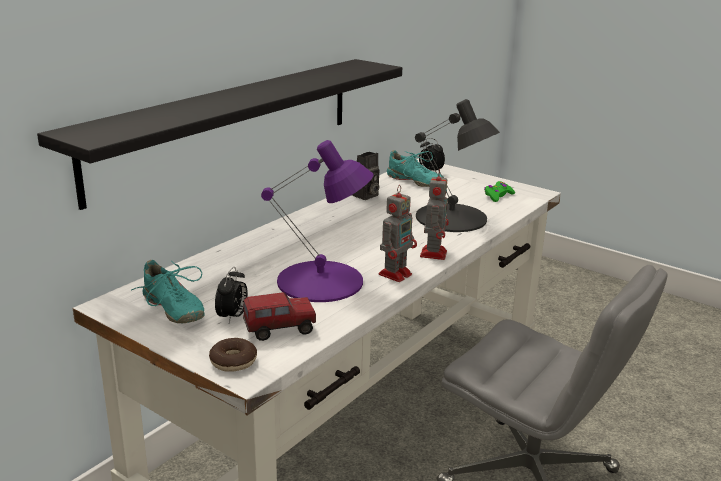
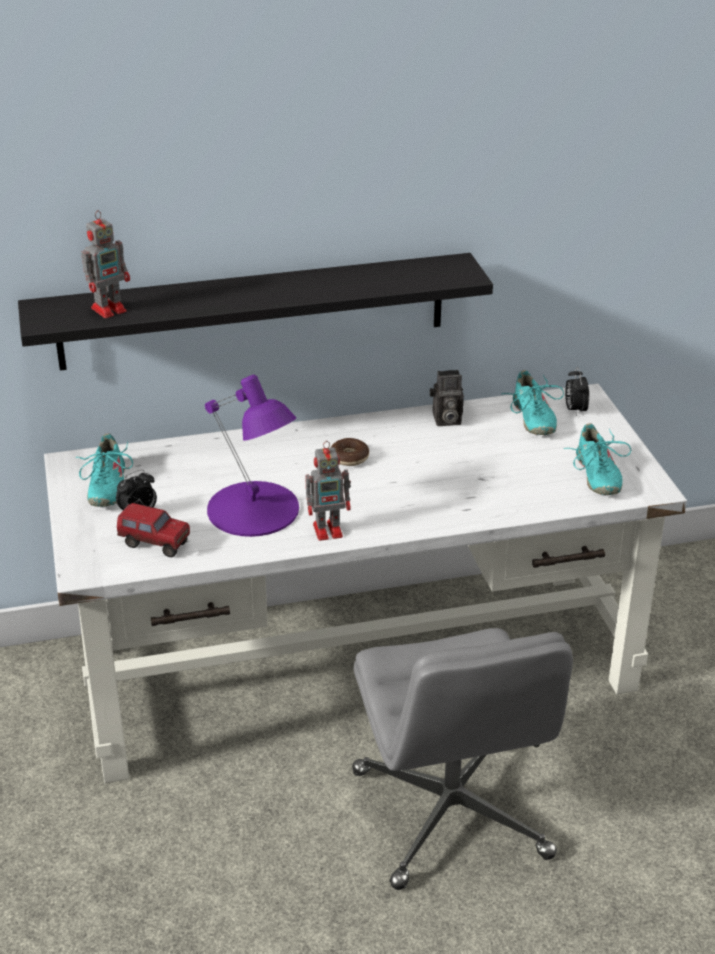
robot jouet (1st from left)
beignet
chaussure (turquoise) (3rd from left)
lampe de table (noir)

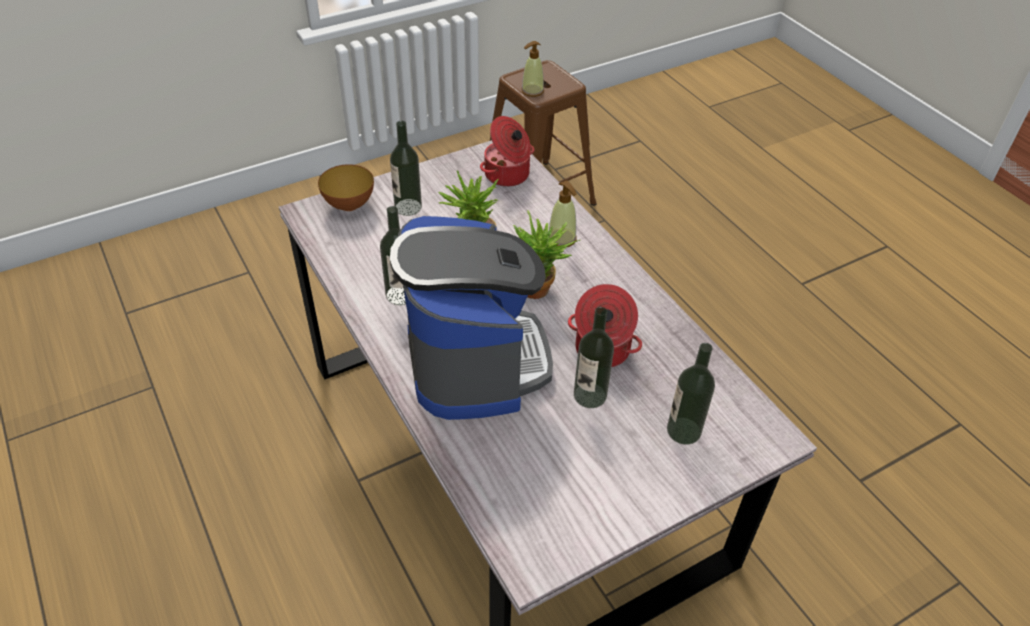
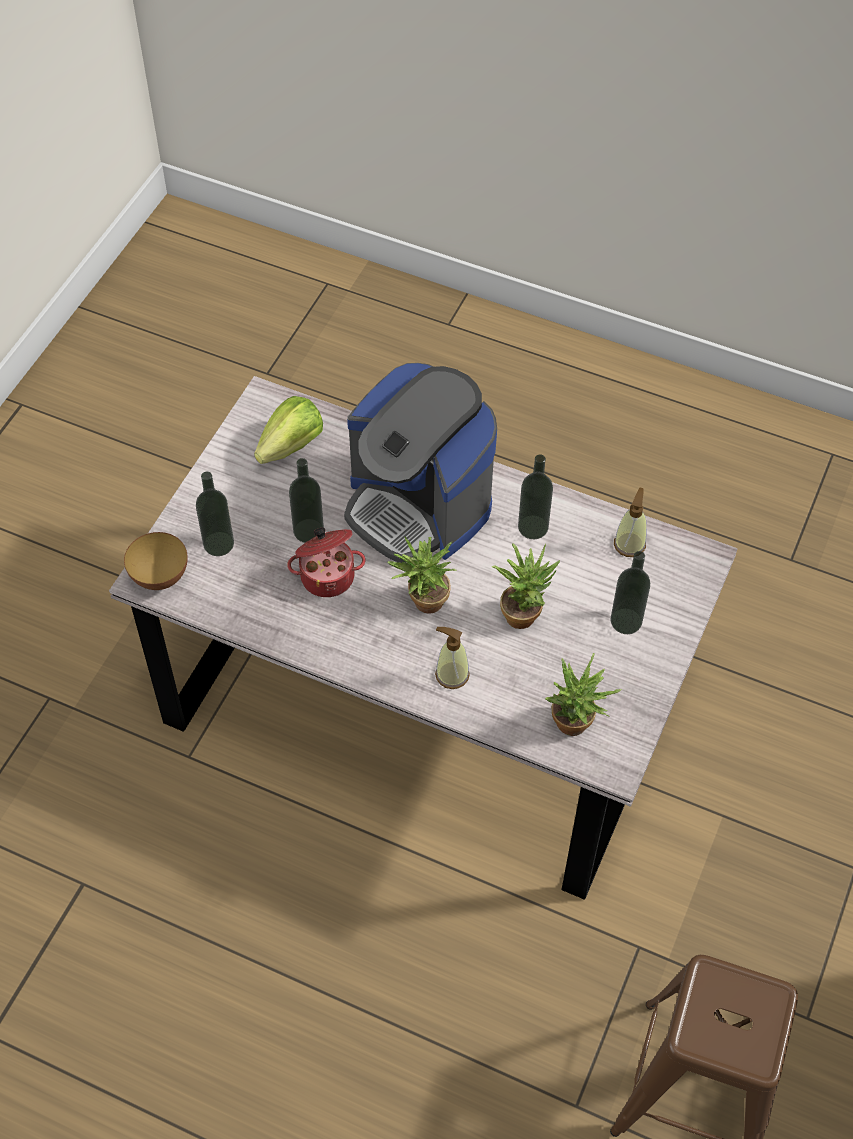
bol
laitue
plante en pot (3rd from left)
distributeur de savon (2nd from left)

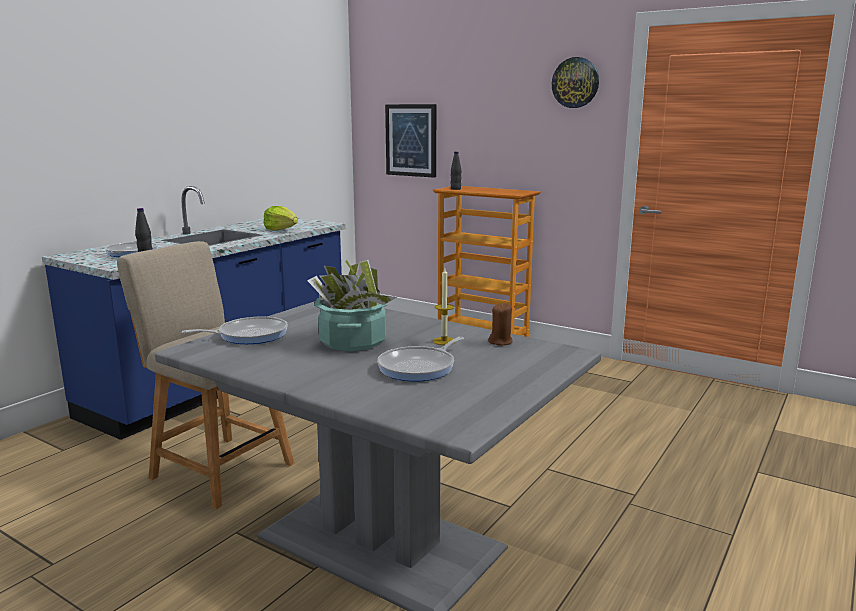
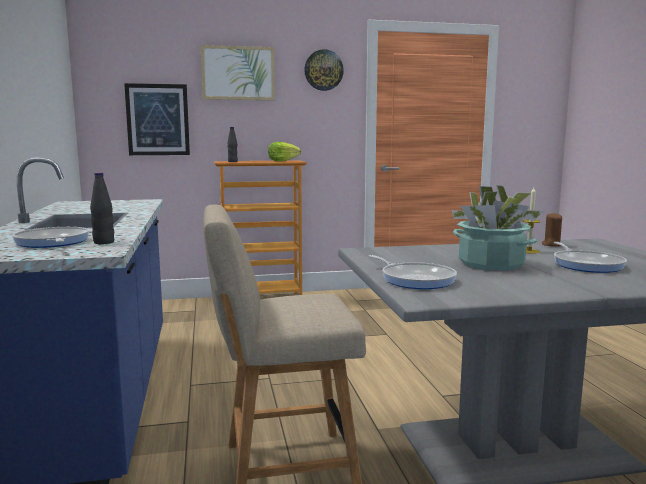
tableau (2nd from left)
laitue
poêle (2nd from left)

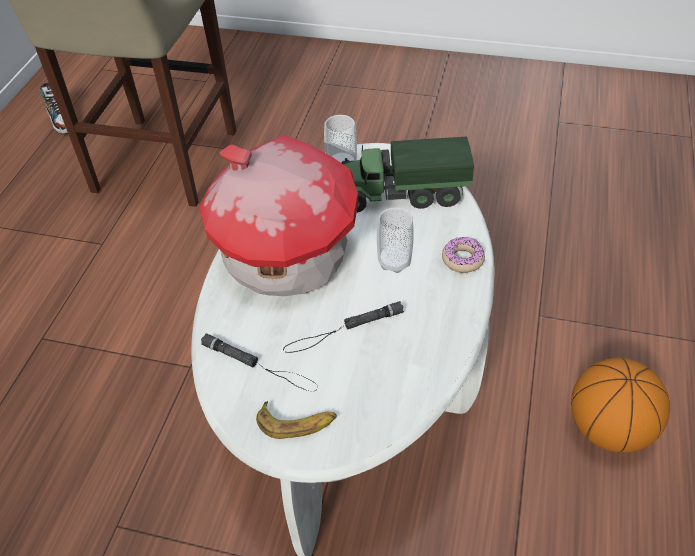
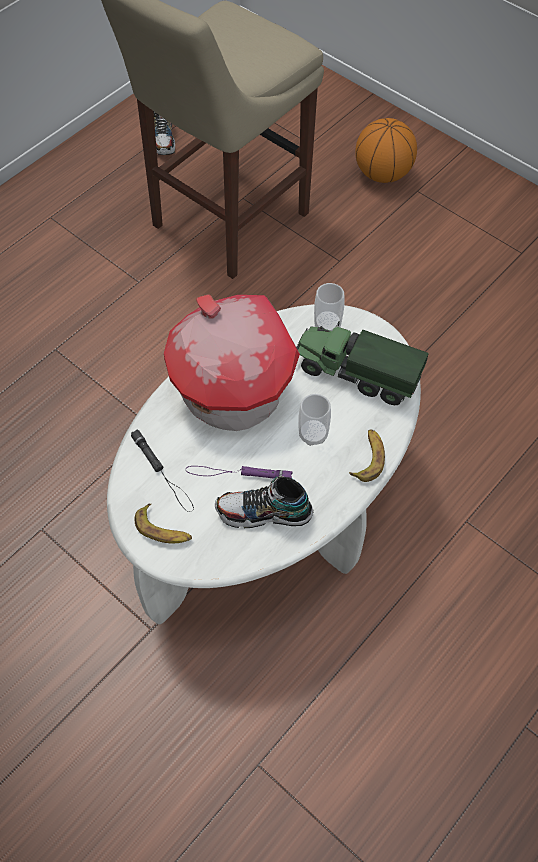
lampe de poche (violet)
chaussure (2nd from left)
banane (2nd from left)
ballon de basket

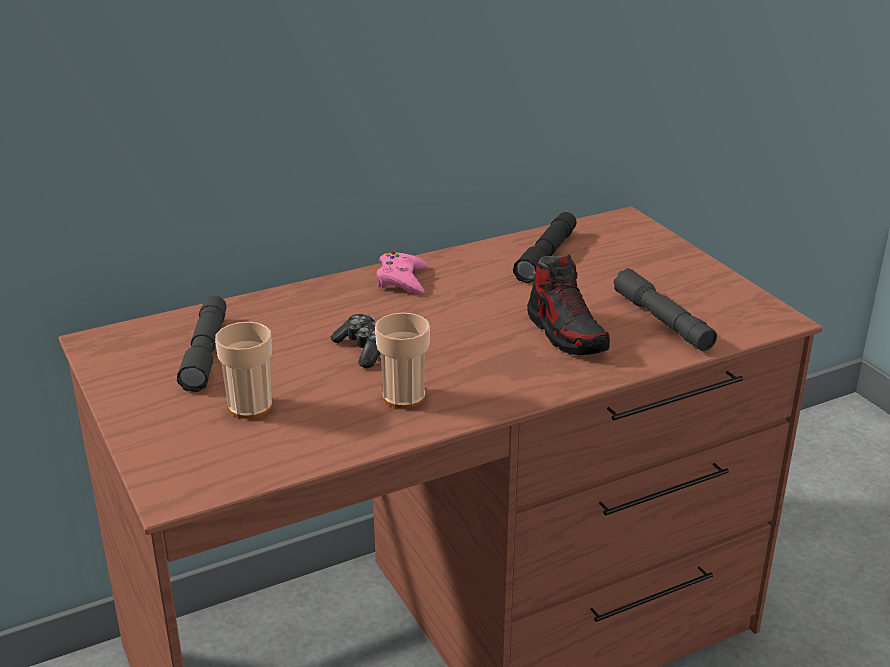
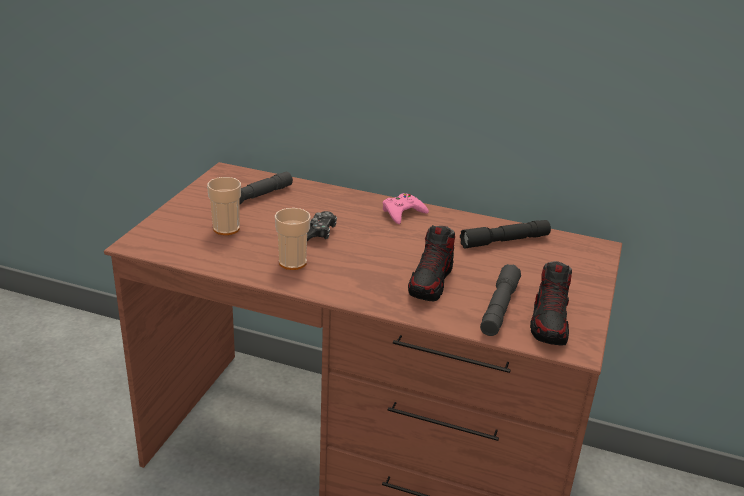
chaussure (2nd from left)

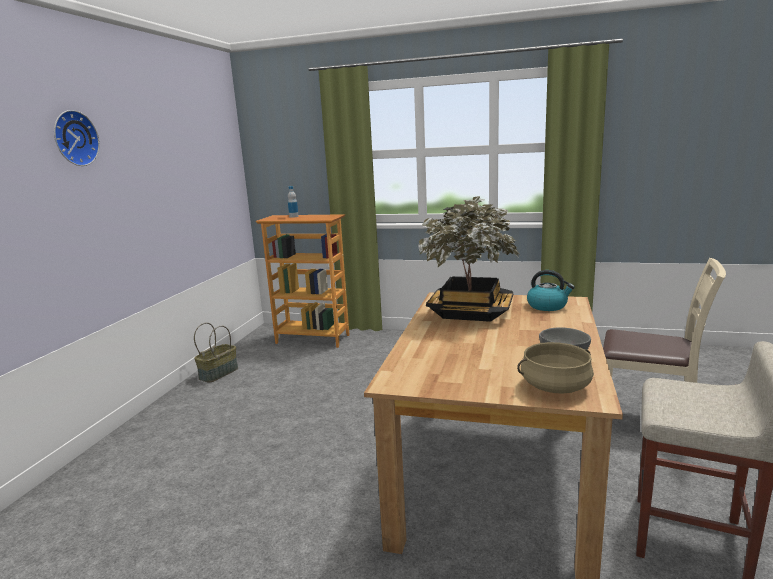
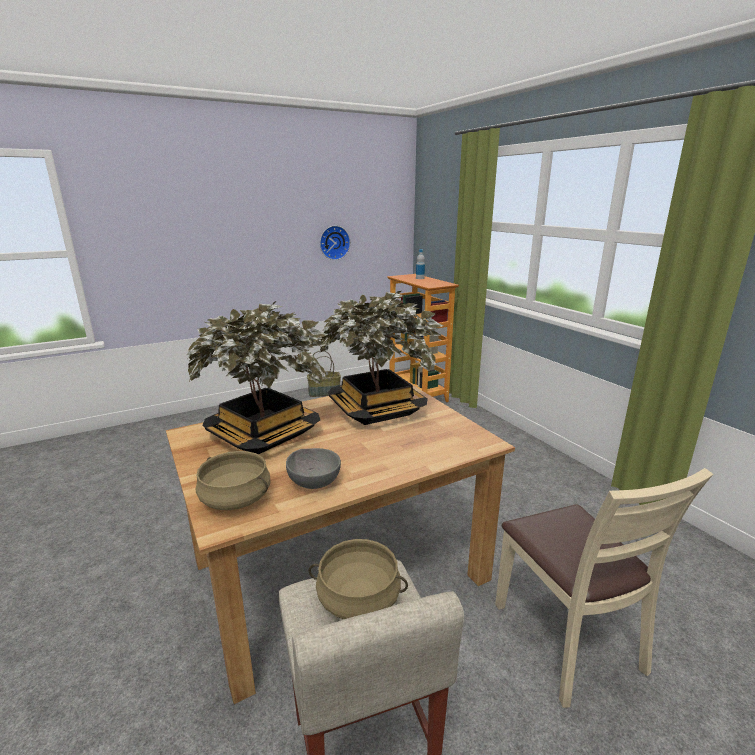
plante en pot (1st from left)
marmite (beige) (2nd from left)
horloge murale
bouilloire

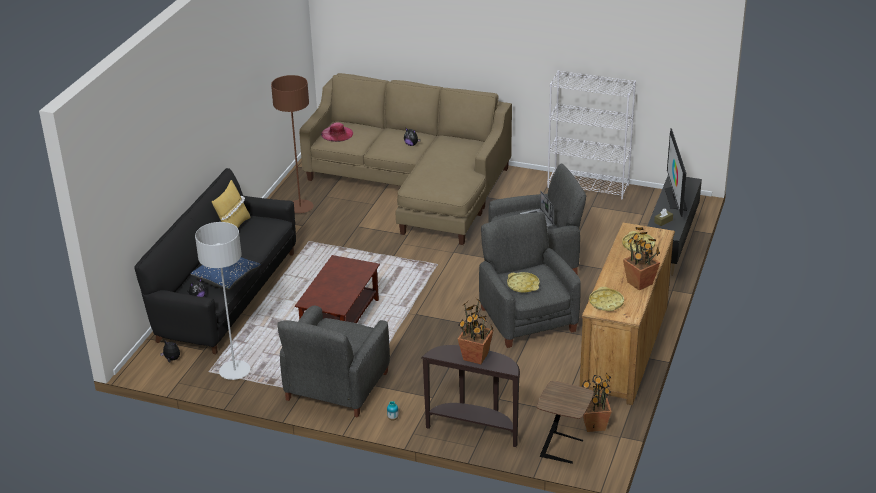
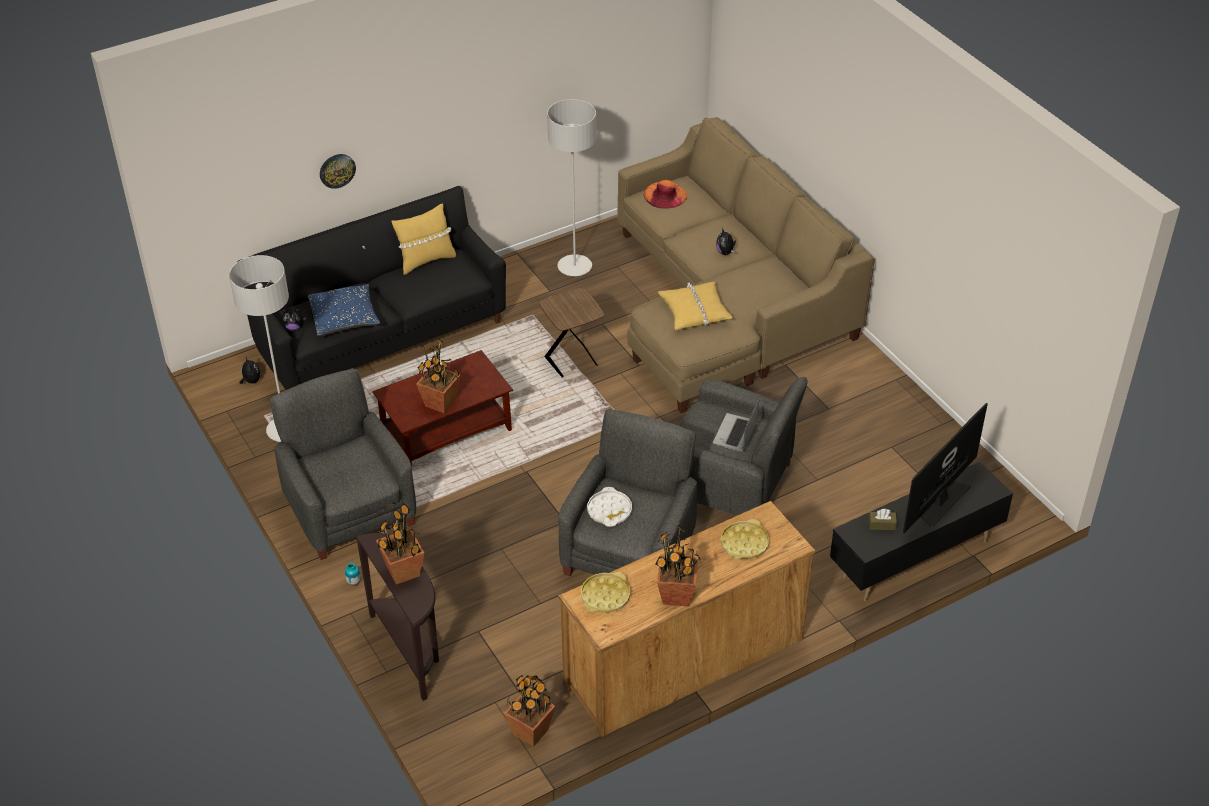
fauteuil (gris) (1st from left)
horloge murale
plante en pot (2nd from left)
table d'appoint (marron)
lampadaire (gris) (2nd from left)
plateau (blanc)
chapeau (orange)
coussin (jaune) (2nd from left)
bibliothèque (blanc)

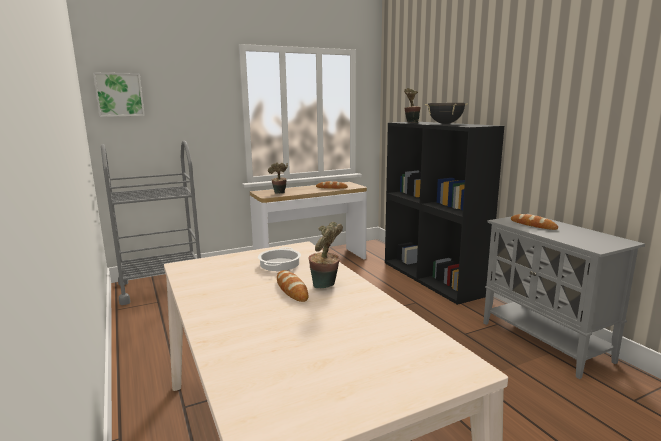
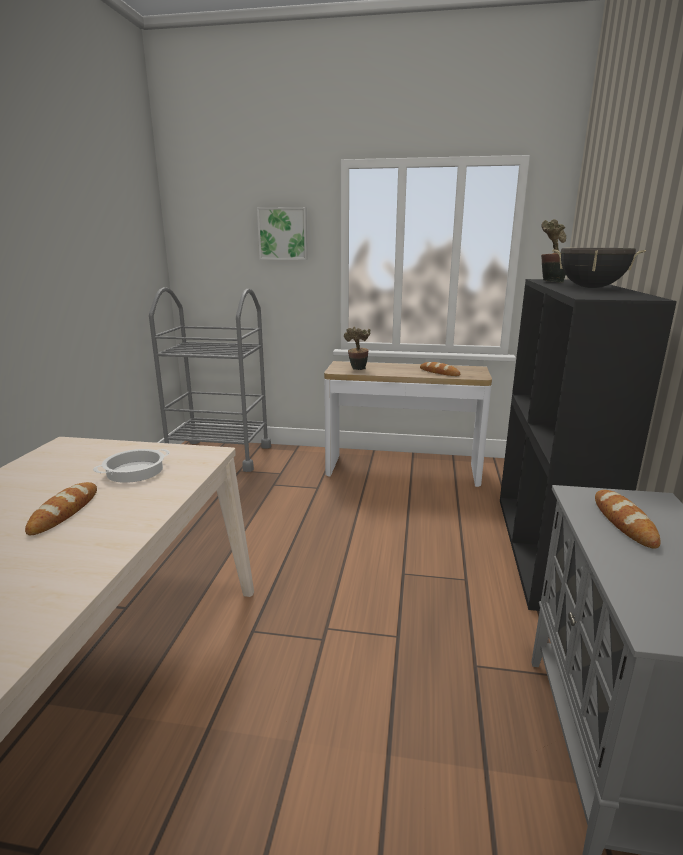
tableau
plante en pot (2nd from left in the first image)

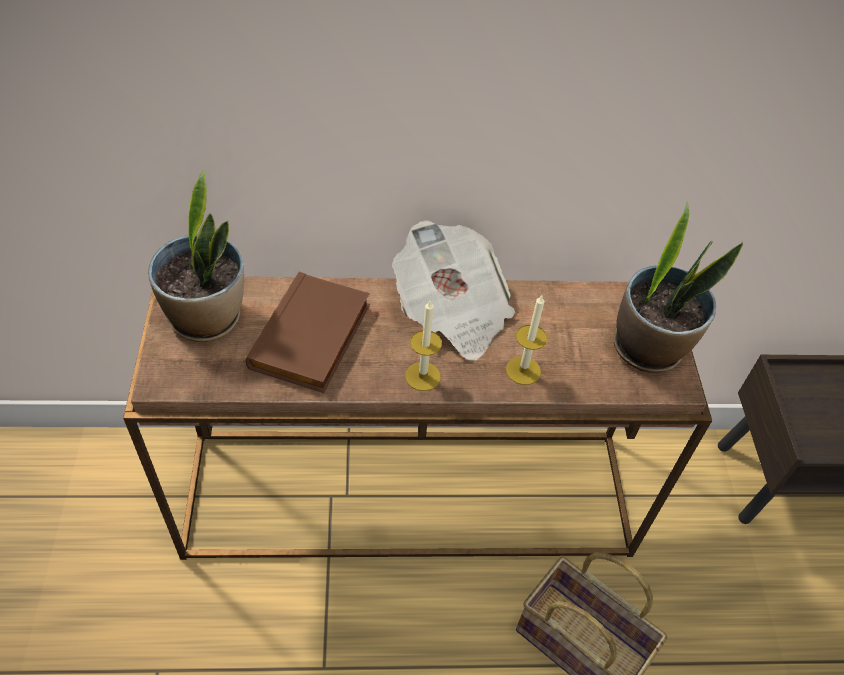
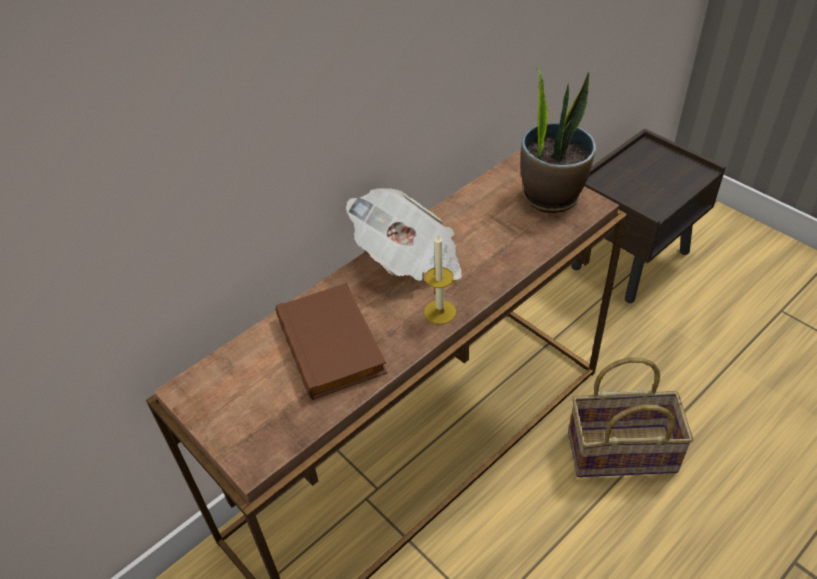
plante en pot (1st from left in the first image)
bougie (2nd from left in the first image)

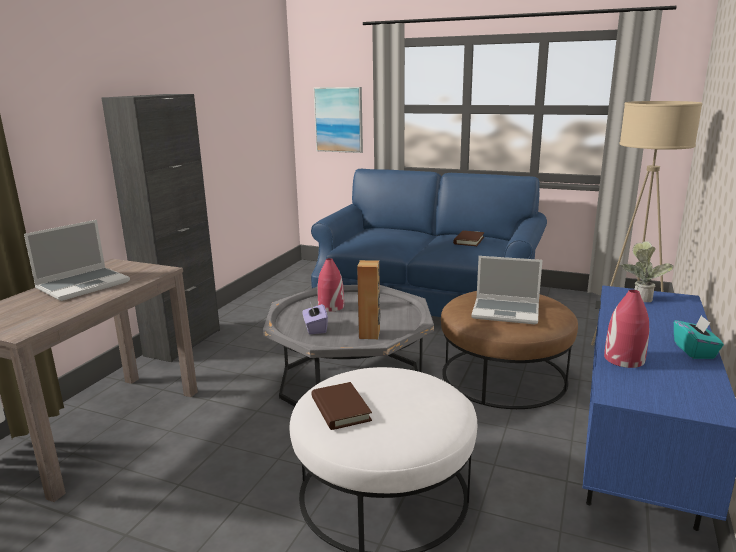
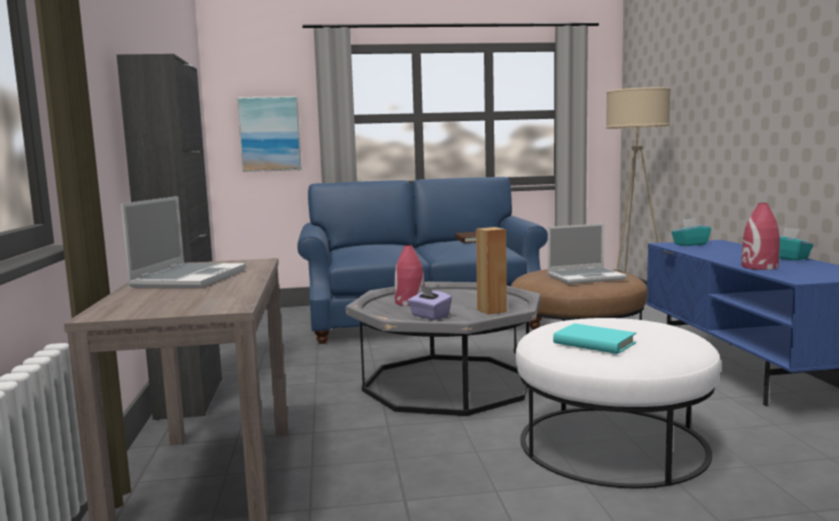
livre (turquoise)
boîte à mouchoirs (turquoise) (1st from left)

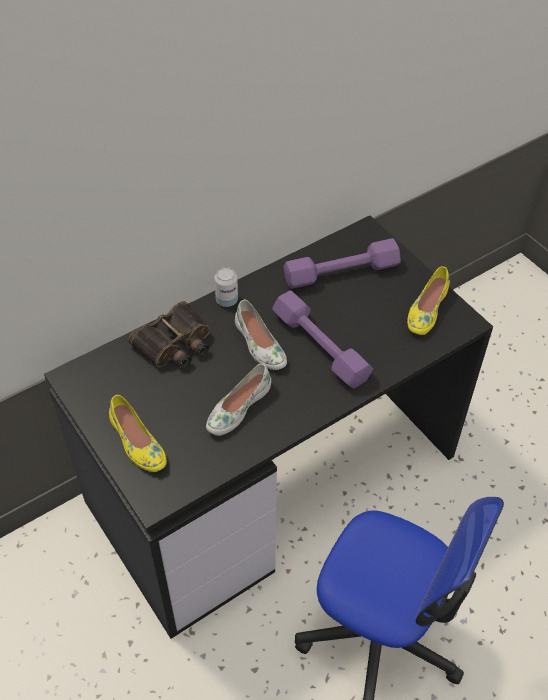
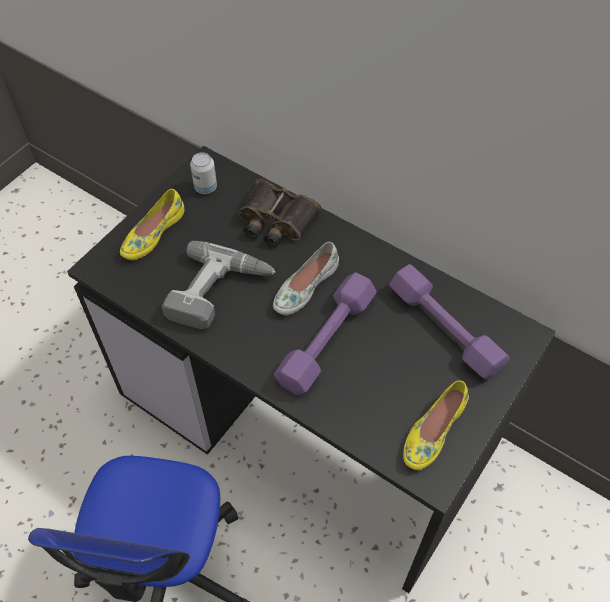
perceuse
boîte métallique
chaussure (jaune) (2nd from left)

